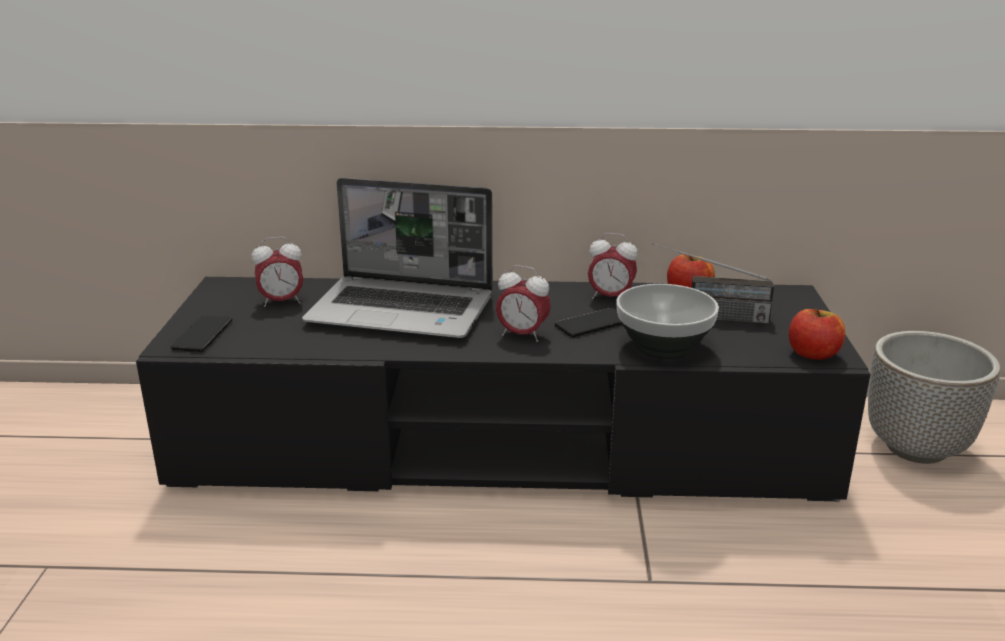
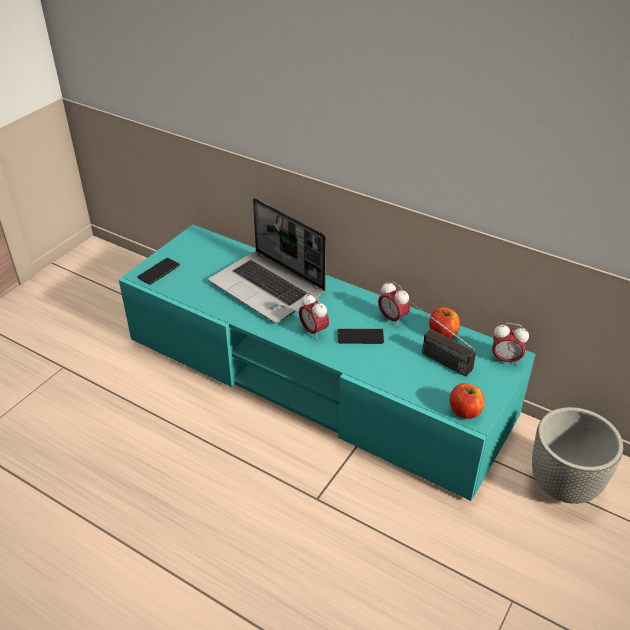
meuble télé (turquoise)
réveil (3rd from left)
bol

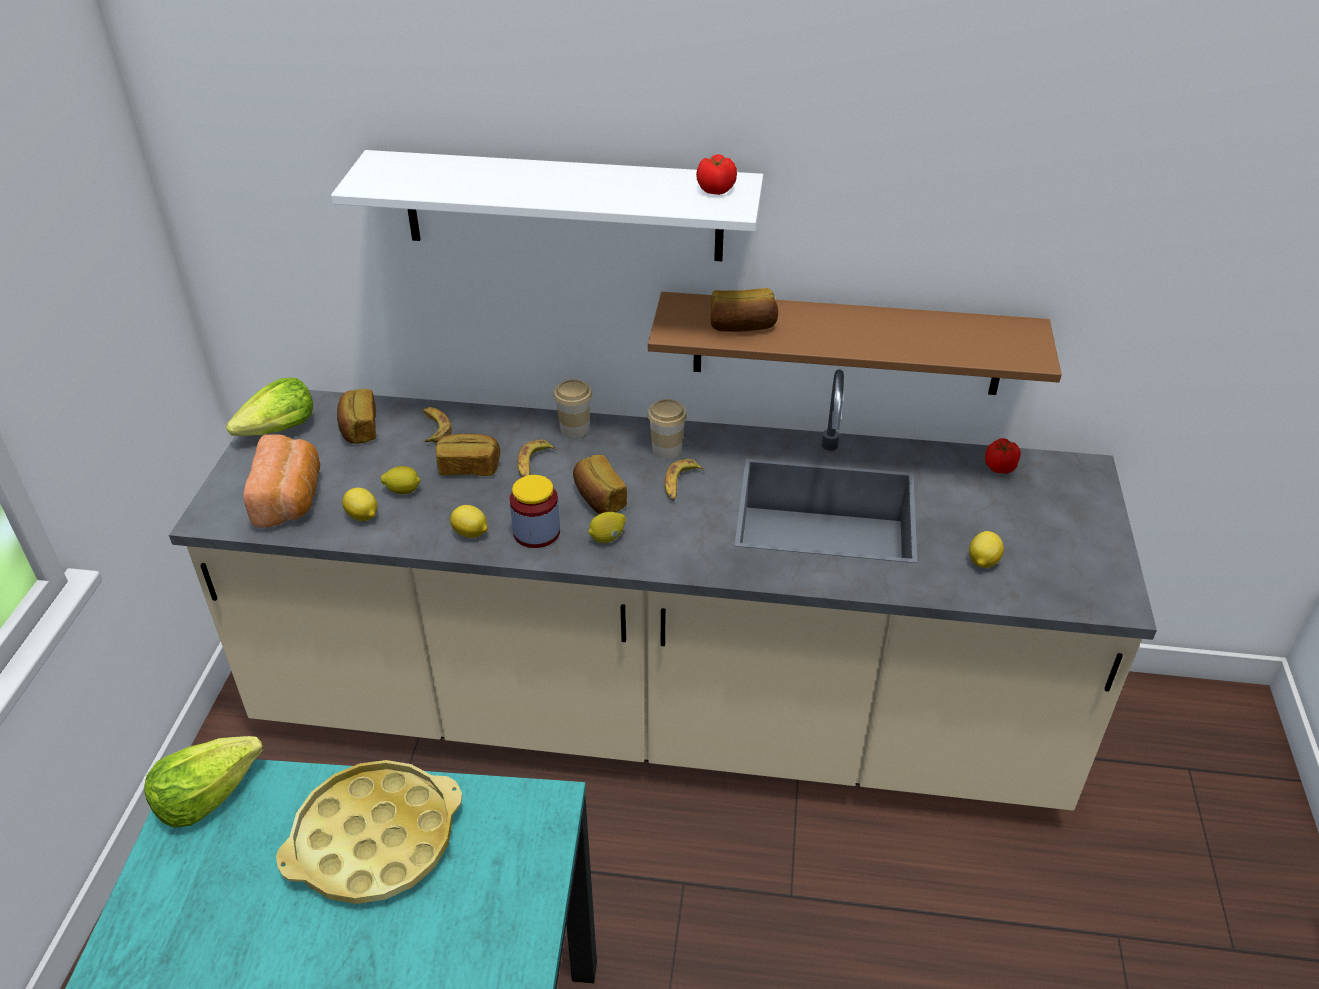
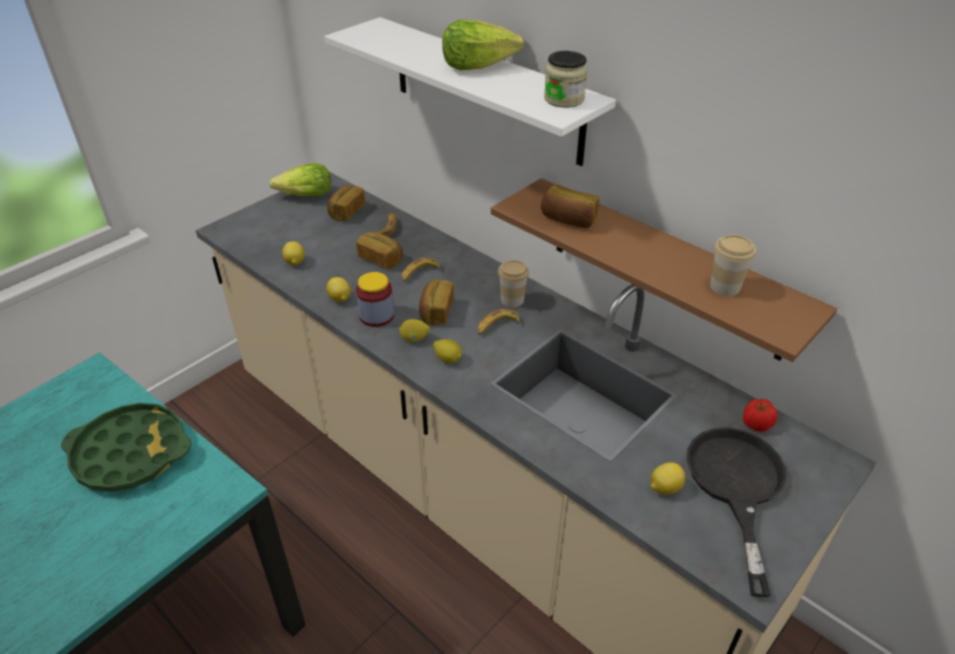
plateau (vert)
citron (4th from left)
laitue (2nd from left)
bocal (2nd from left)
poêle (noir)
tasse (2nd from left)
pain (1st from left in the first image)

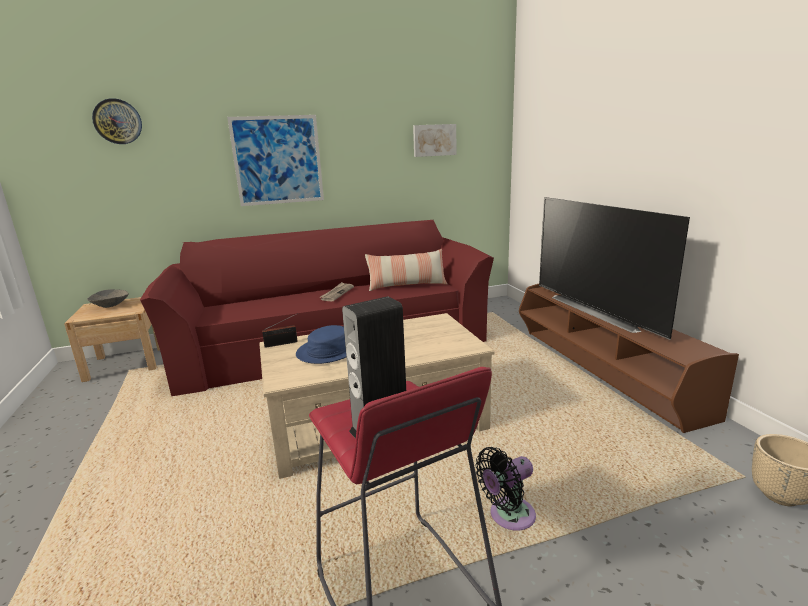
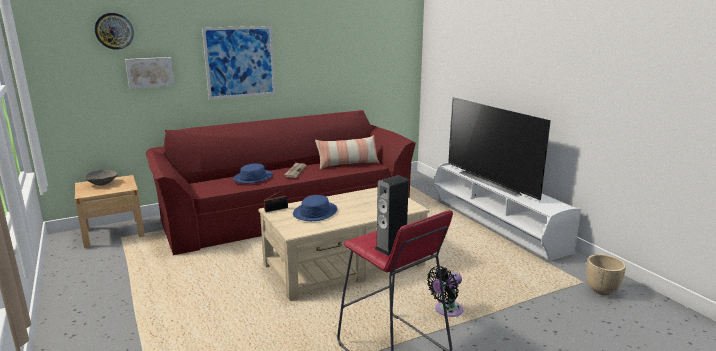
tableau (1st from left)
chapeau (bleu) (1st from left)
meuble télé (blanc)

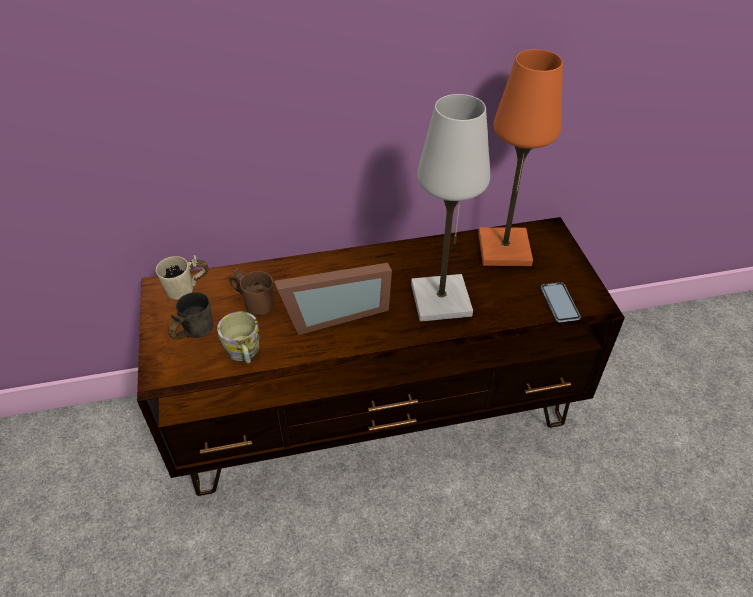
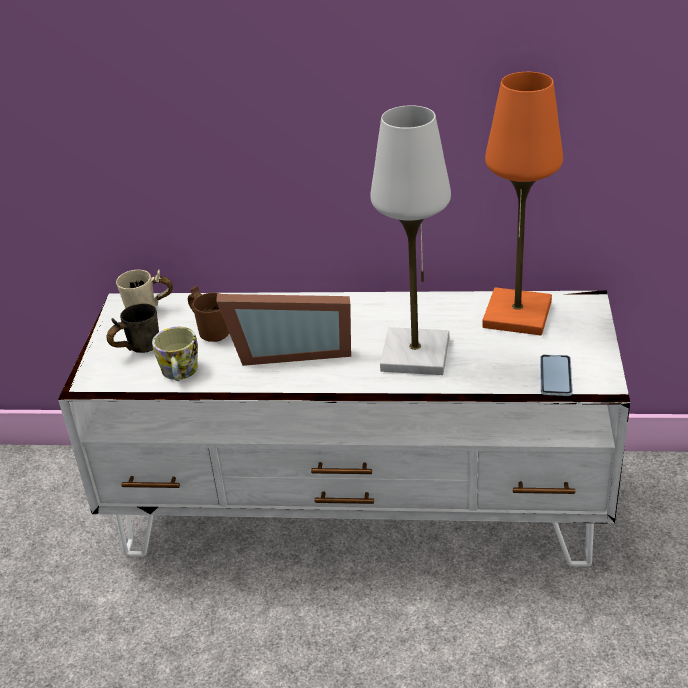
meuble télé (blanc)

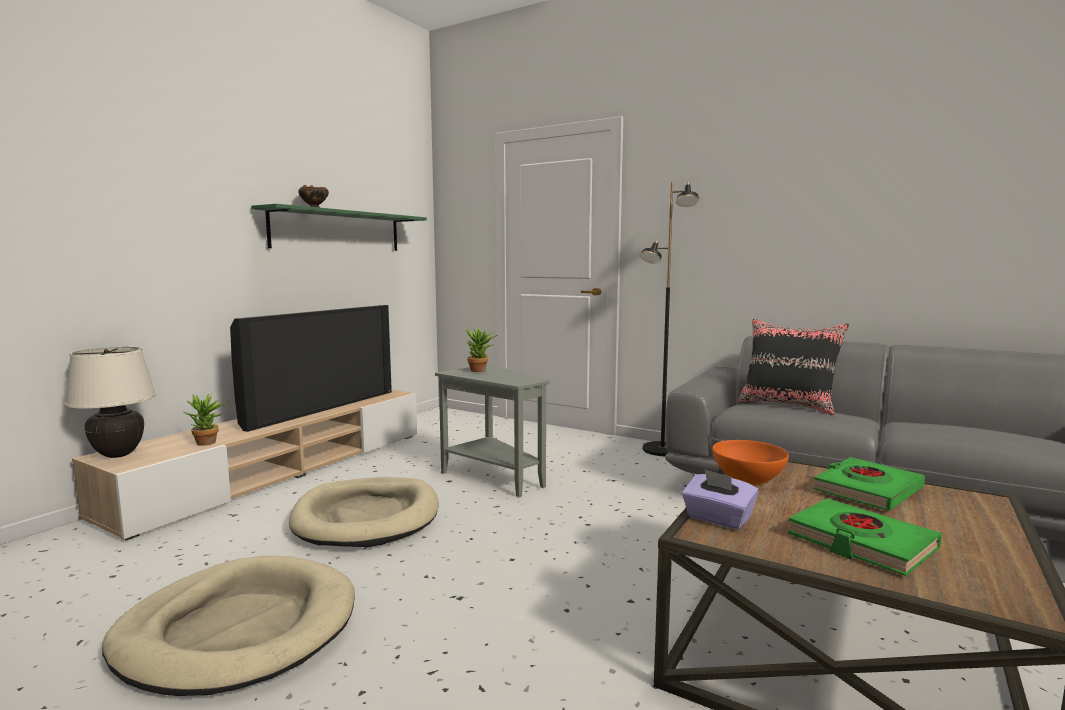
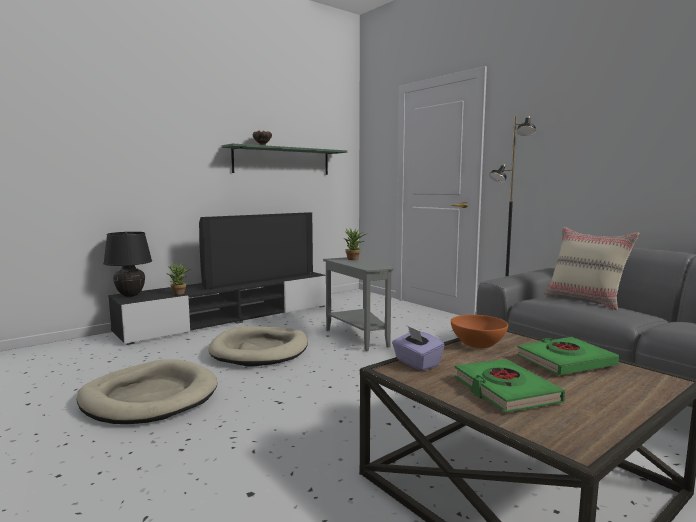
lampe de table (noir)
meuble télé (noir)
coussin (beige)

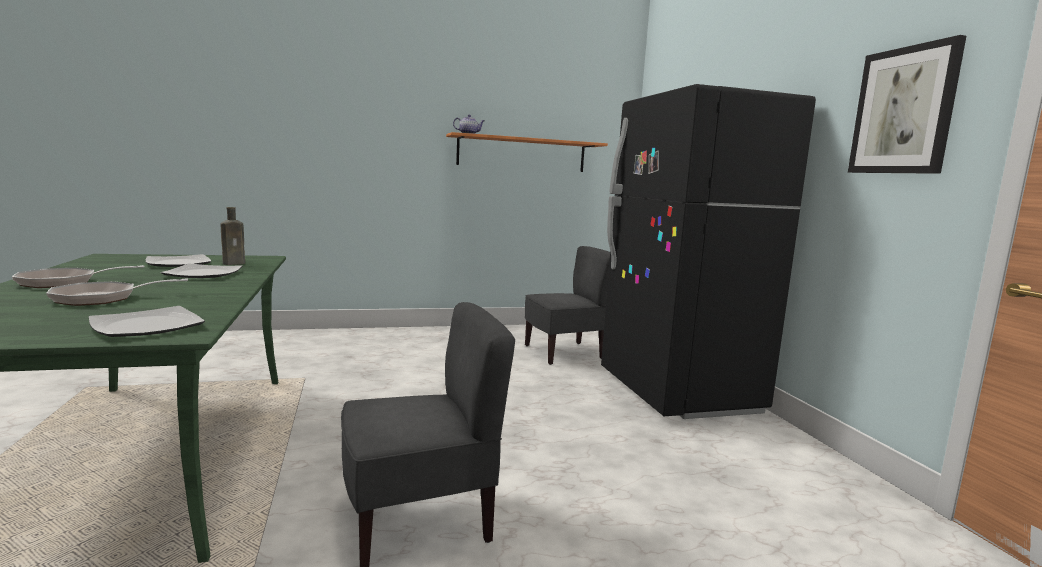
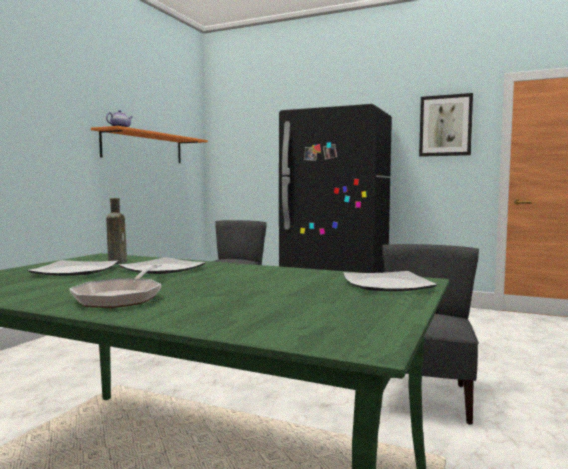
poêle (2nd from left in the first image)

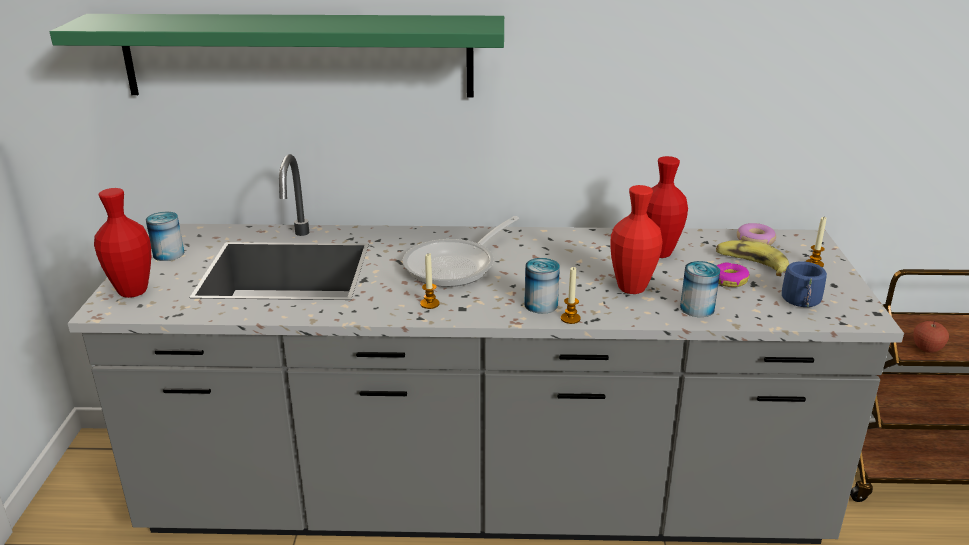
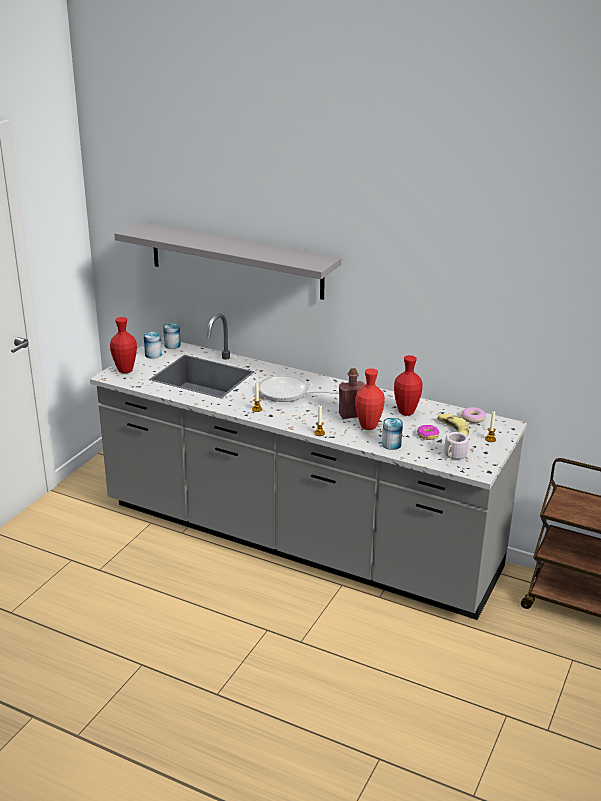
étagère (gris)
boîte métallique (2nd from left)
poêle
bouteille (rouge)
mug (gris)
pomme

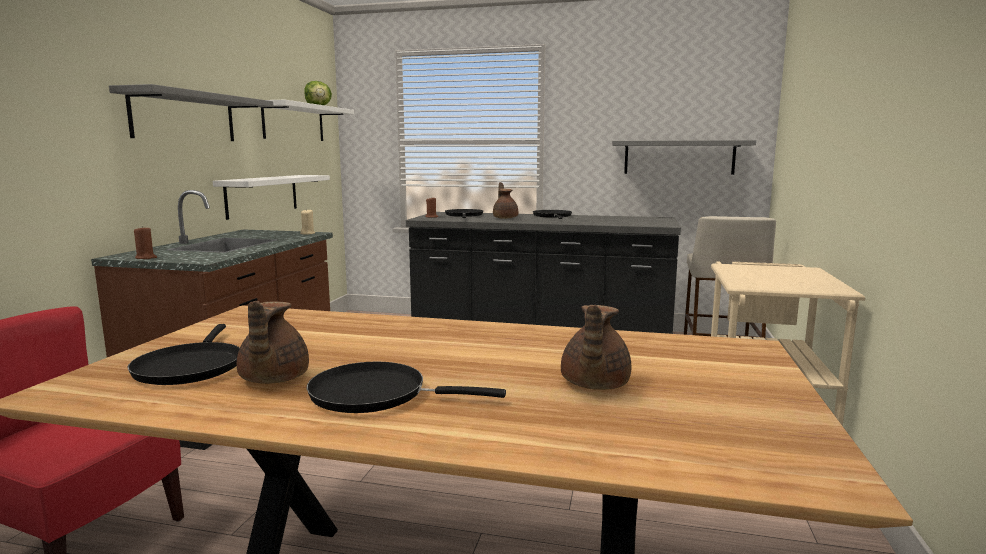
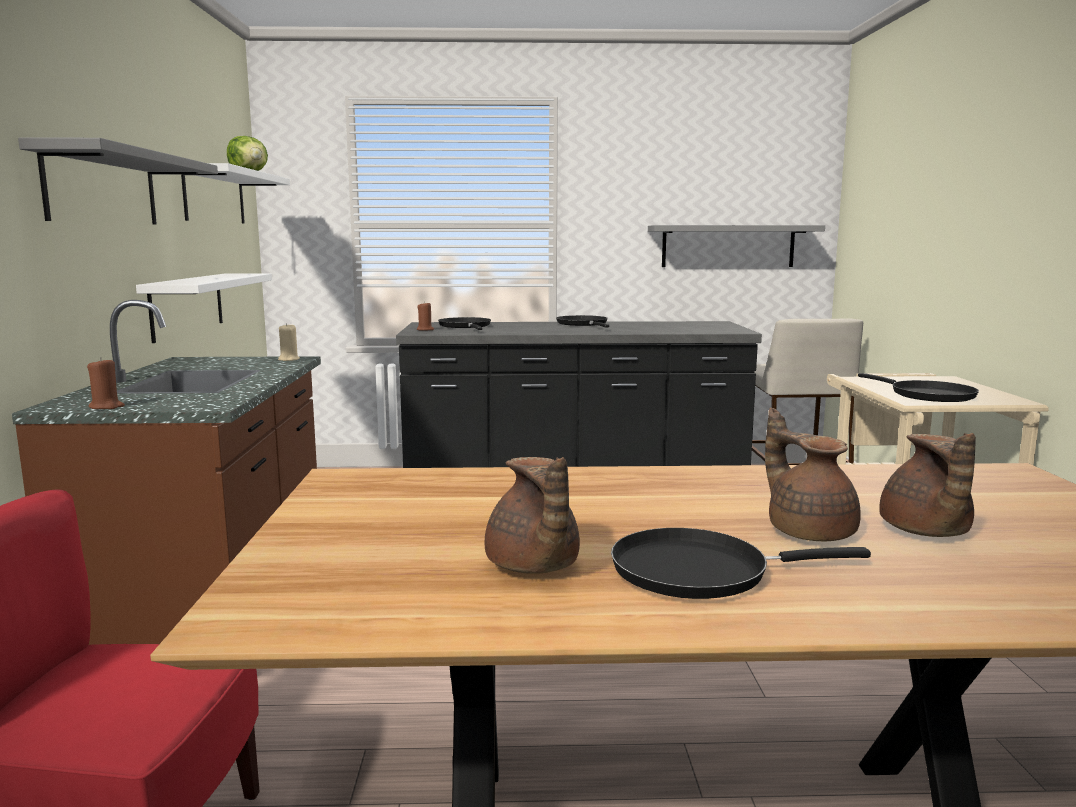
théière (marron) (2nd from left)
poêle (noir) (4th from left)

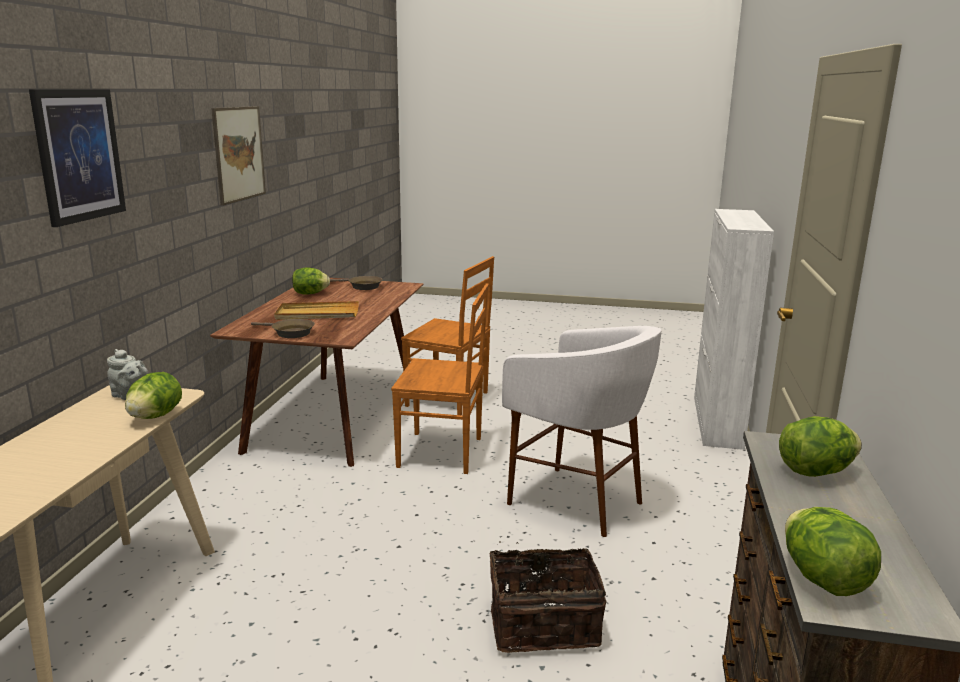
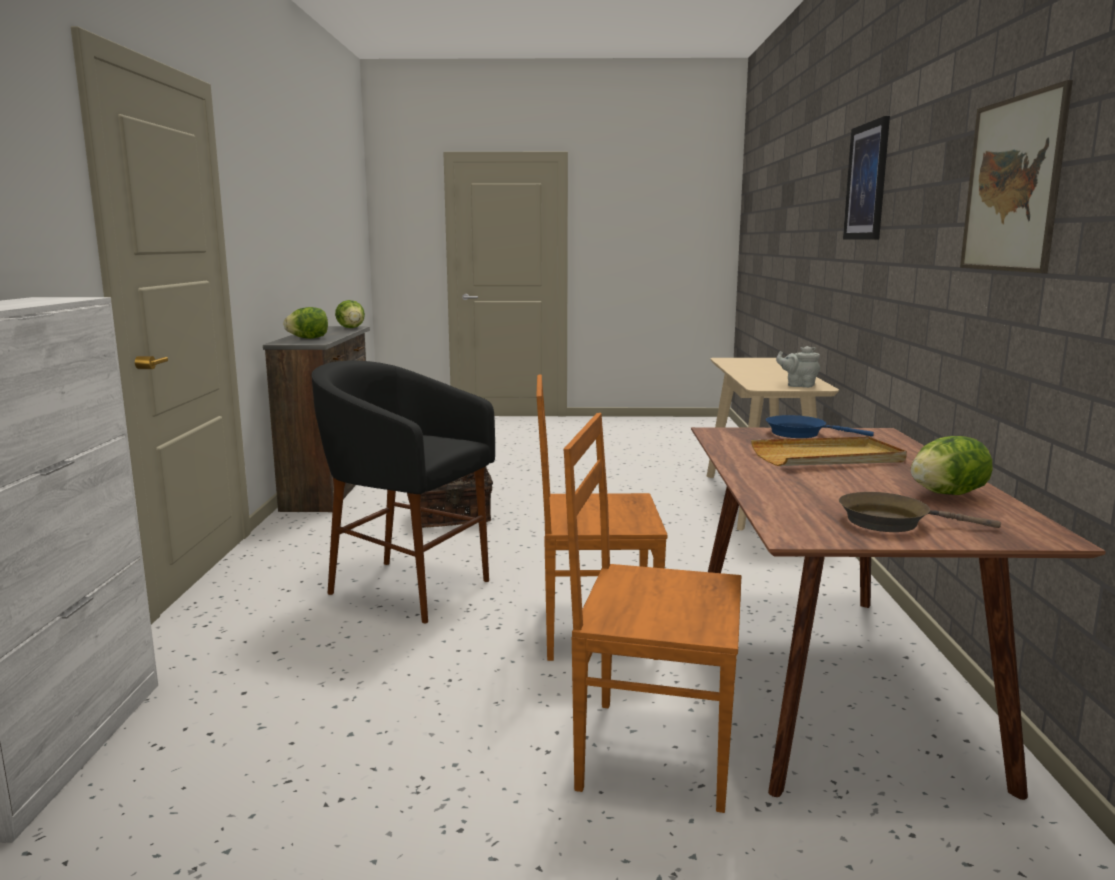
tabouret (noir)
poêle (bleu)
laitue (1st from left in the first image)

